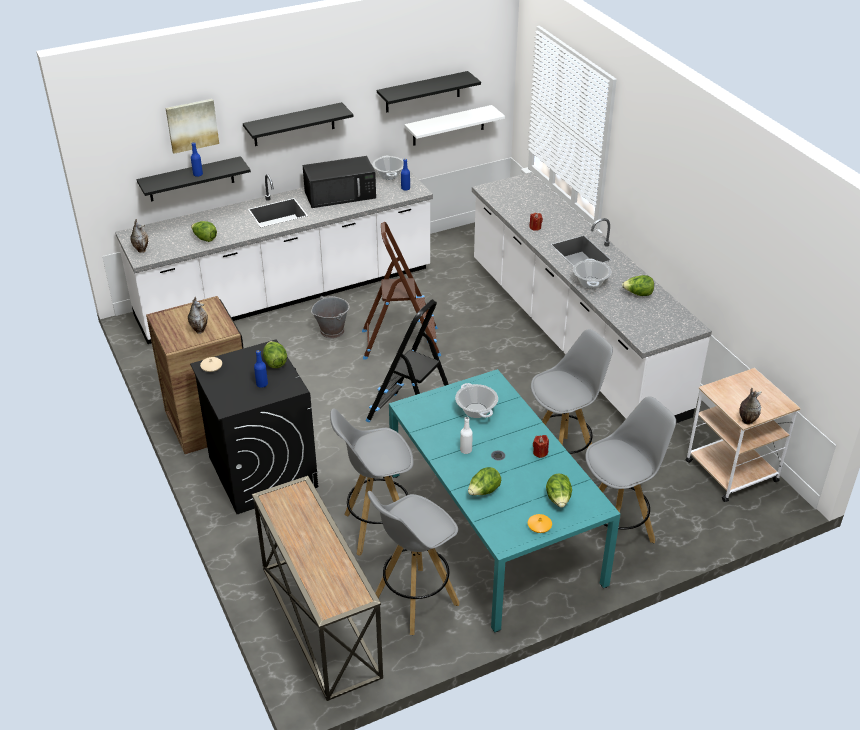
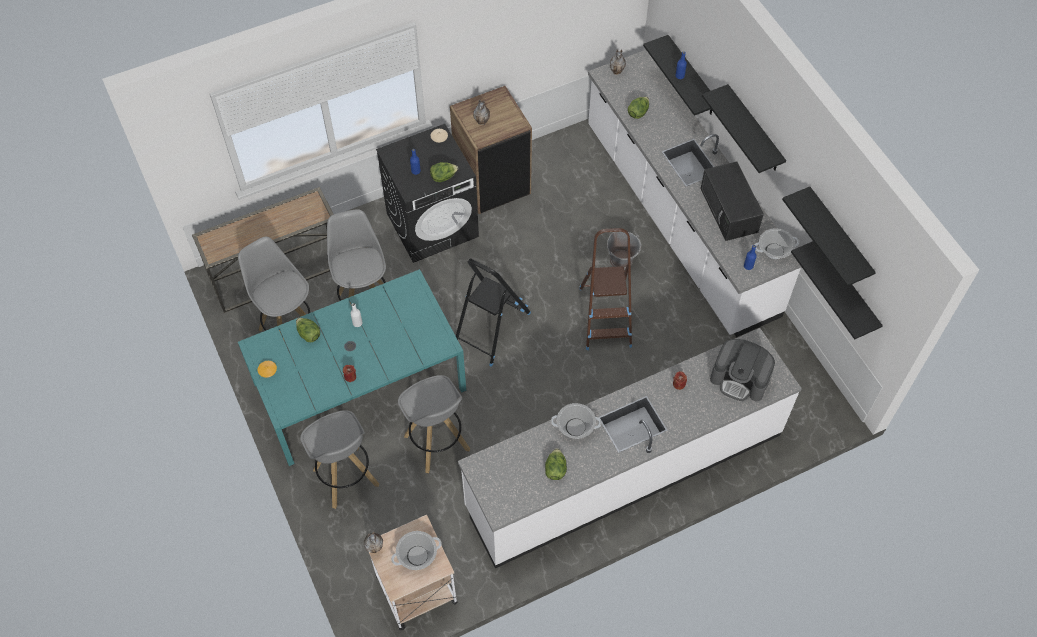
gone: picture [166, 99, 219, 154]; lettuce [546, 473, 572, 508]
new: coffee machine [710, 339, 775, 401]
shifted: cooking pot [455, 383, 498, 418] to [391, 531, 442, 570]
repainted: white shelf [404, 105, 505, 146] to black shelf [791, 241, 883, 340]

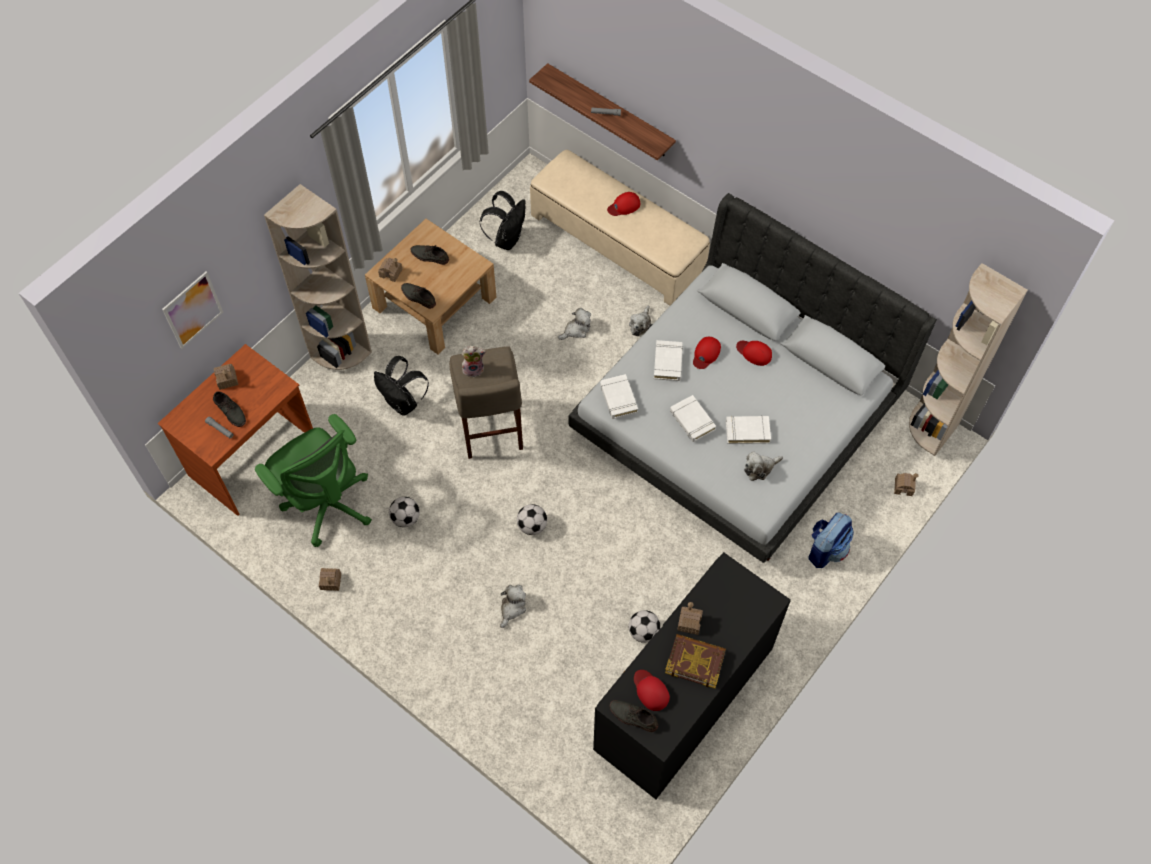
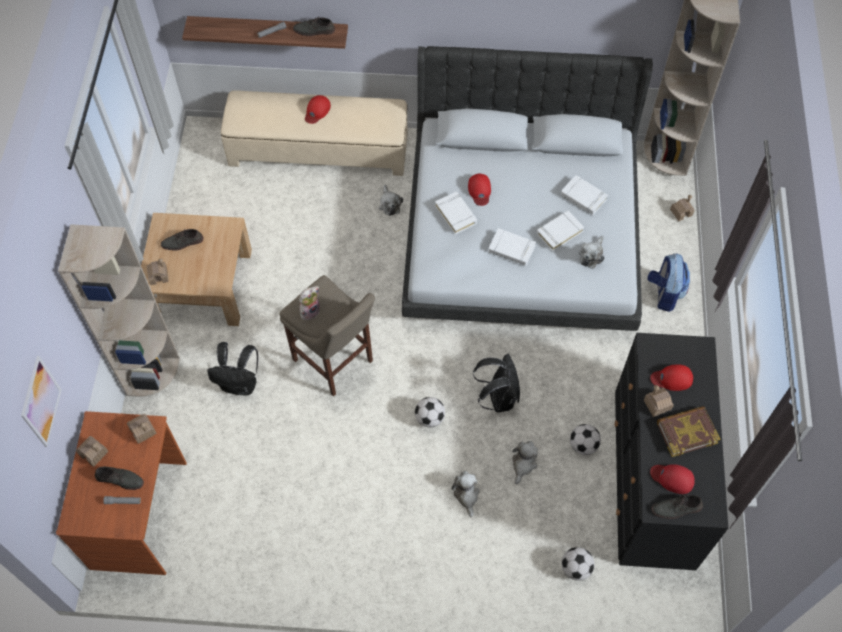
gone: green office chair [255, 414, 372, 547]
shifted: toy house [319, 568, 341, 591] to [127, 414, 157, 444]; football [389, 497, 420, 527] to [562, 547, 594, 581]; grey shoe [401, 283, 436, 309] to [293, 17, 335, 36]; black backpack [480, 191, 525, 250] to [473, 354, 520, 412]; plush toy [558, 308, 591, 340] to [512, 441, 538, 484]; white book [600, 374, 638, 419] to [561, 175, 608, 215]; red cap [736, 341, 772, 366] to [650, 364, 693, 391]

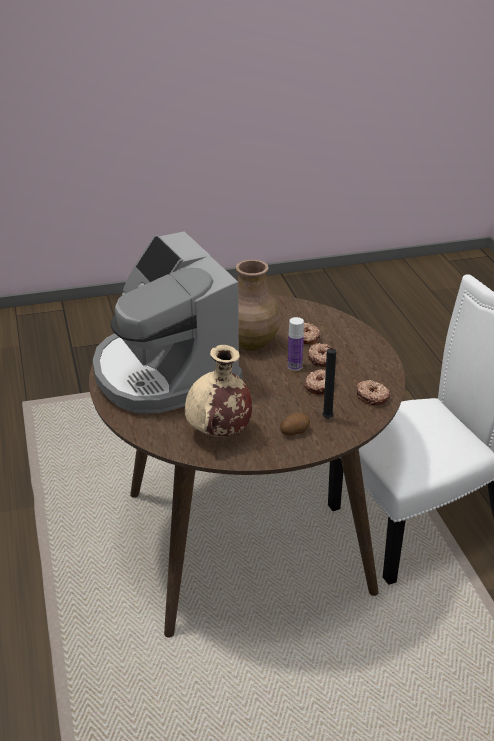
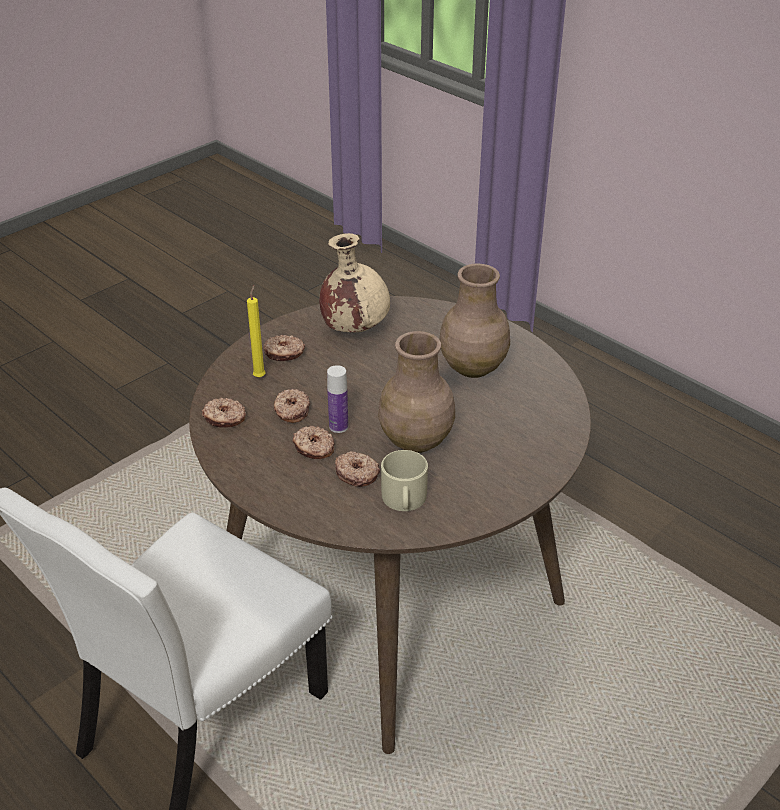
new: beige mug [381, 450, 428, 511]
swapped: coffee machine [93, 231, 242, 414] to brown vase [439, 264, 510, 378]; potato [280, 413, 310, 435] to donut [264, 335, 305, 361]
repainted: black candle [322, 346, 336, 419] to yellow candle [247, 285, 266, 378]

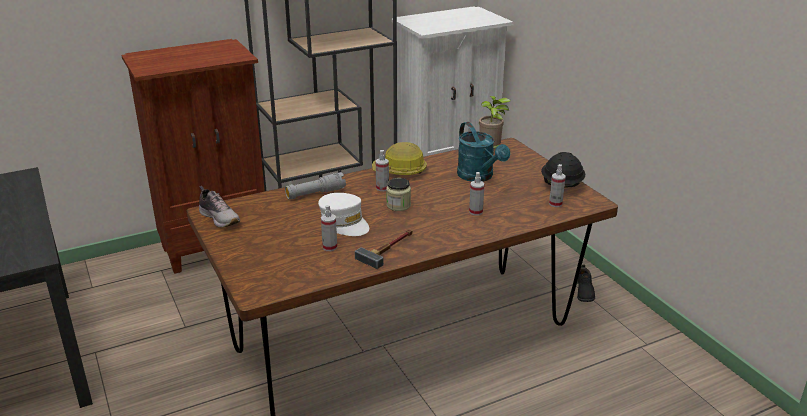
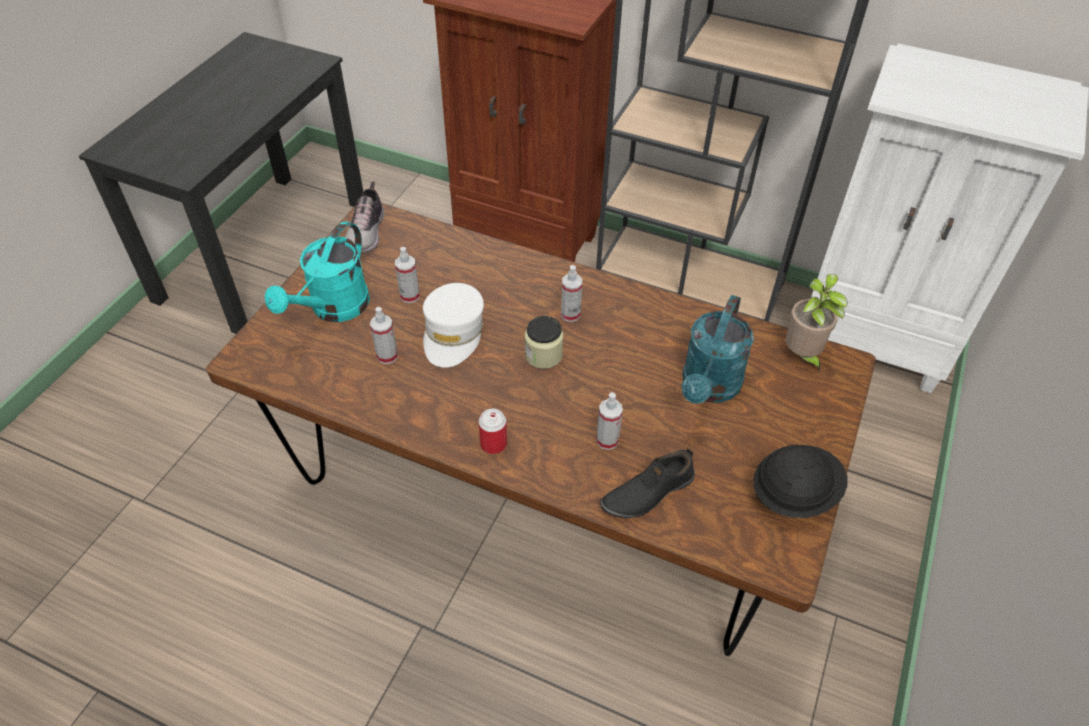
gone: grey flashlight [285, 172, 346, 199]; hammer [355, 229, 413, 269]; hard hat [372, 142, 427, 175]
new: turquoise watering can [265, 221, 370, 322]; can [479, 409, 507, 454]
shifted: spray bottle [549, 164, 566, 207] to [395, 247, 420, 303]; black shoe [577, 265, 595, 302] to [600, 448, 695, 518]

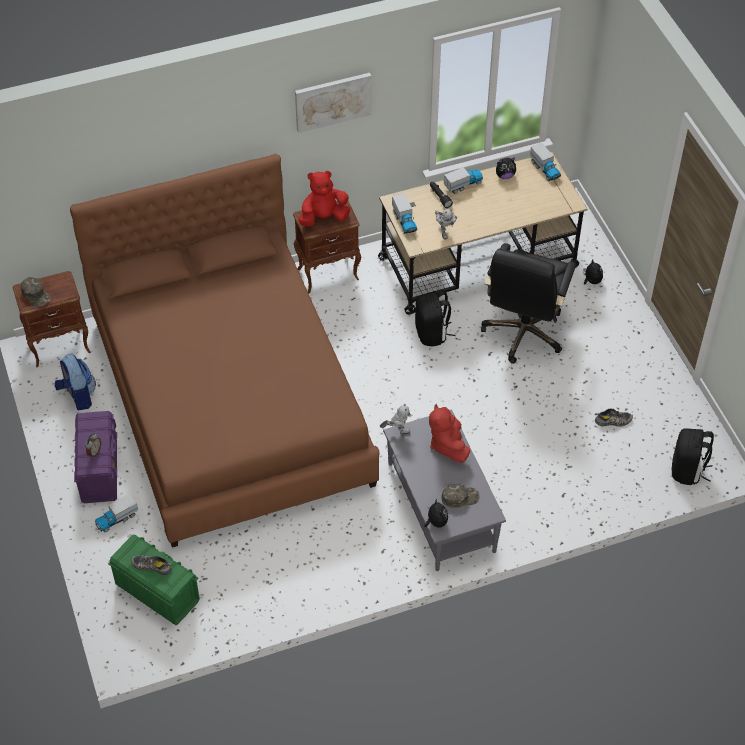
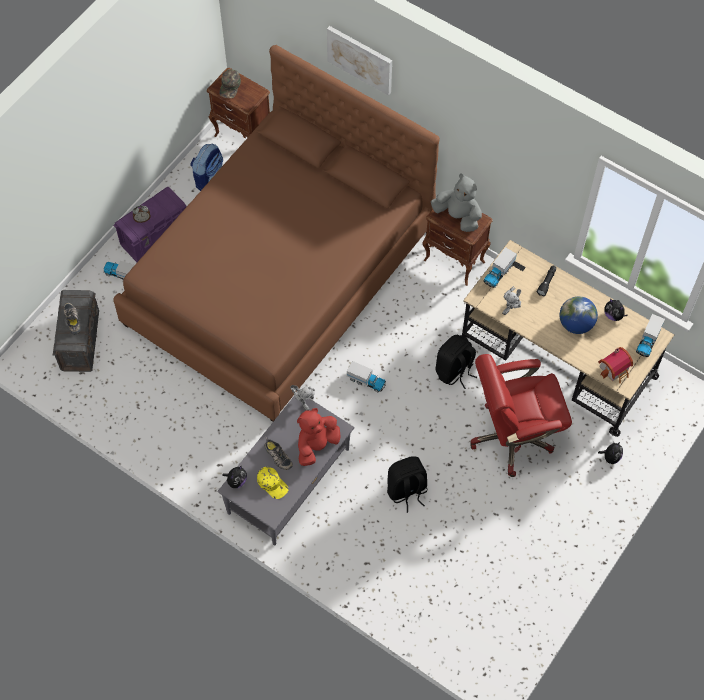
new: globe [559, 296, 598, 334]; toy house [598, 347, 633, 383]
shifted: picture [295, 73, 371, 133] to [327, 26, 392, 96]; toy truck [444, 167, 483, 194] to [347, 361, 386, 392]; shoe [595, 408, 633, 427] to [264, 436, 293, 470]; black backpack [671, 428, 714, 485] to [387, 456, 428, 513]
repainted: green storage box [108, 534, 200, 625] to grey storage box [53, 290, 99, 372]; red plush toy [298, 171, 350, 226] to grey plush toy [431, 173, 482, 232]; green cap [441, 484, 480, 508] to yellow cap [257, 467, 288, 499]; black office chair [481, 243, 576, 364] to red office chair [471, 354, 572, 477]

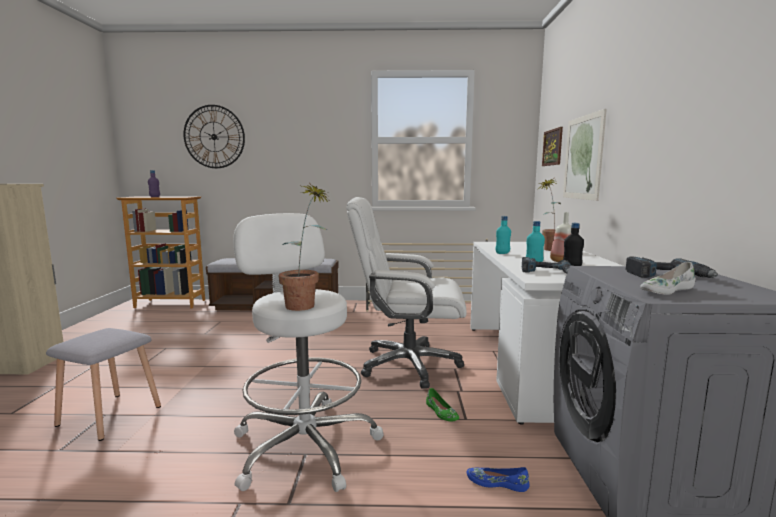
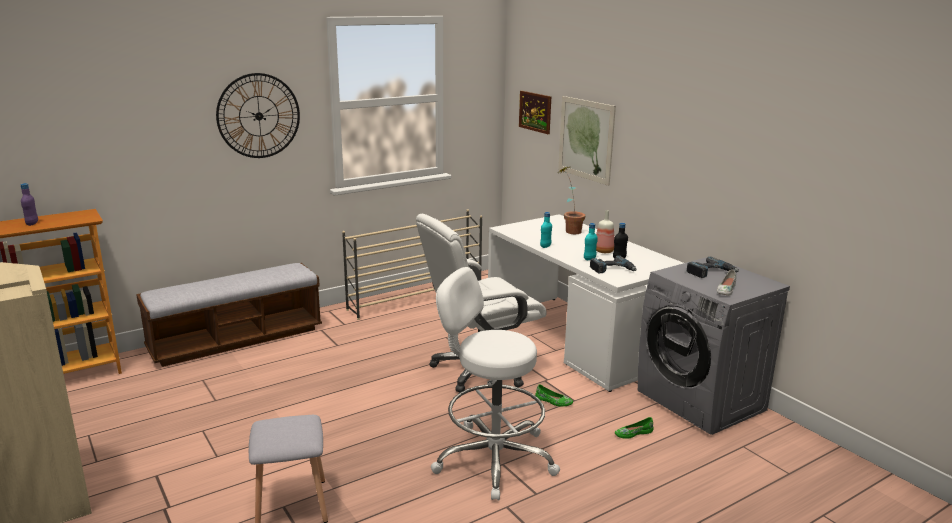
gone: potted plant [279, 183, 329, 311]
shifted: wall clock [184, 105, 245, 168] to [216, 73, 300, 158]
repainted: blue shoe [467, 467, 530, 492] to green shoe [615, 417, 654, 439]

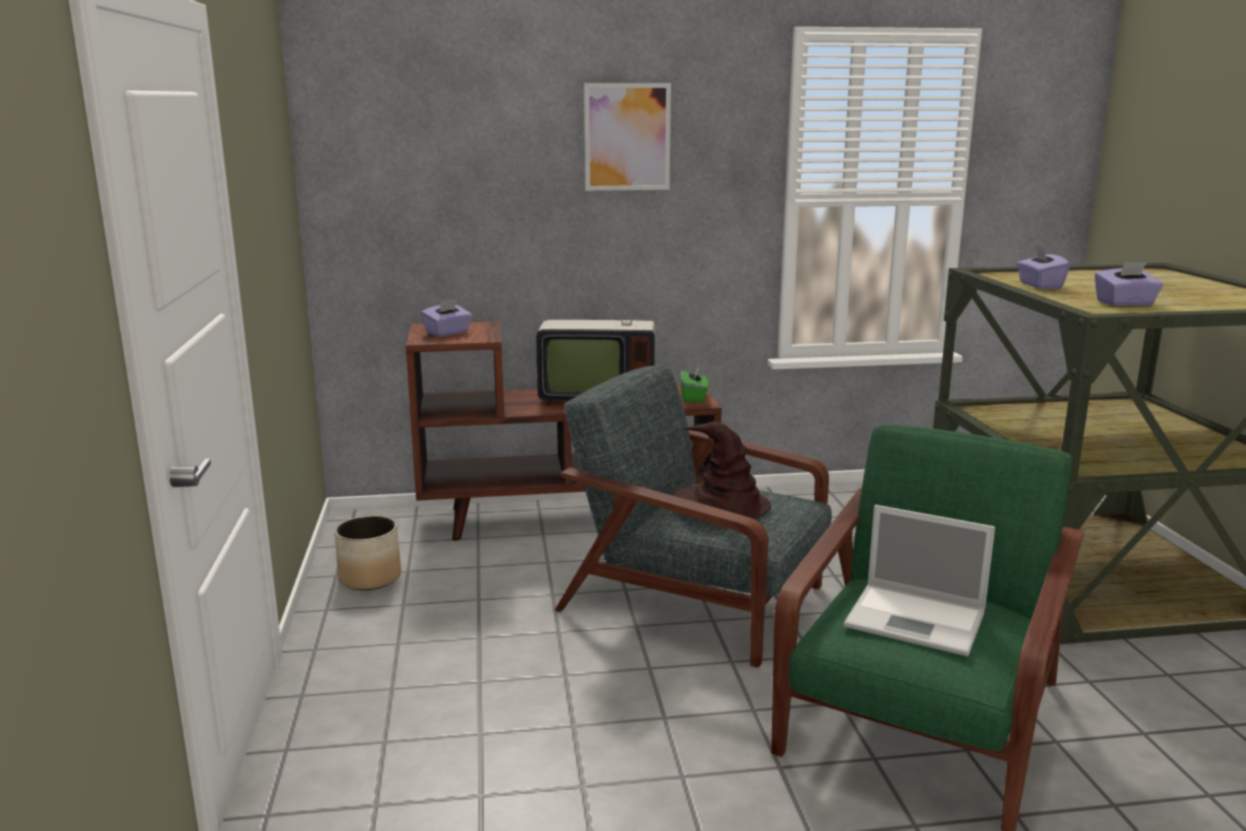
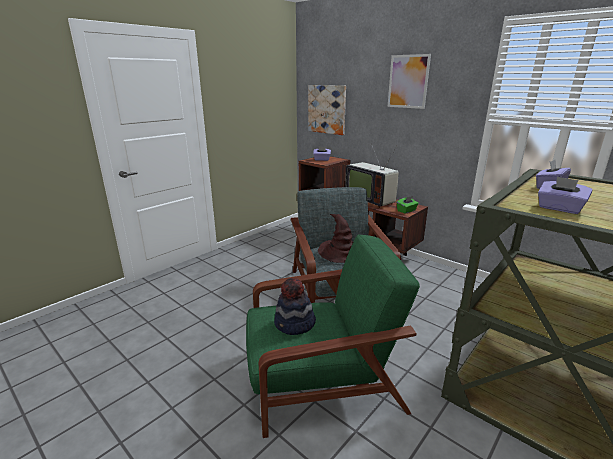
gone: planter [334, 516, 401, 590]
new: picture [308, 85, 346, 135]
swapped: laptop [844, 505, 995, 656] to hat [274, 278, 316, 335]

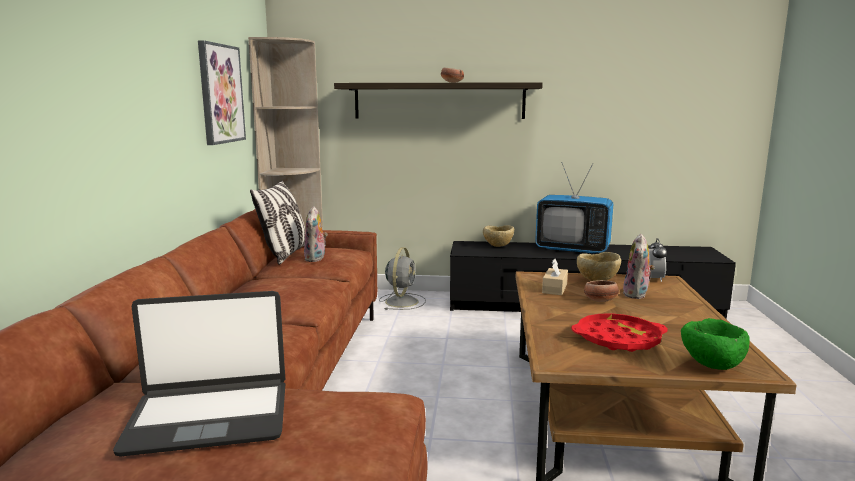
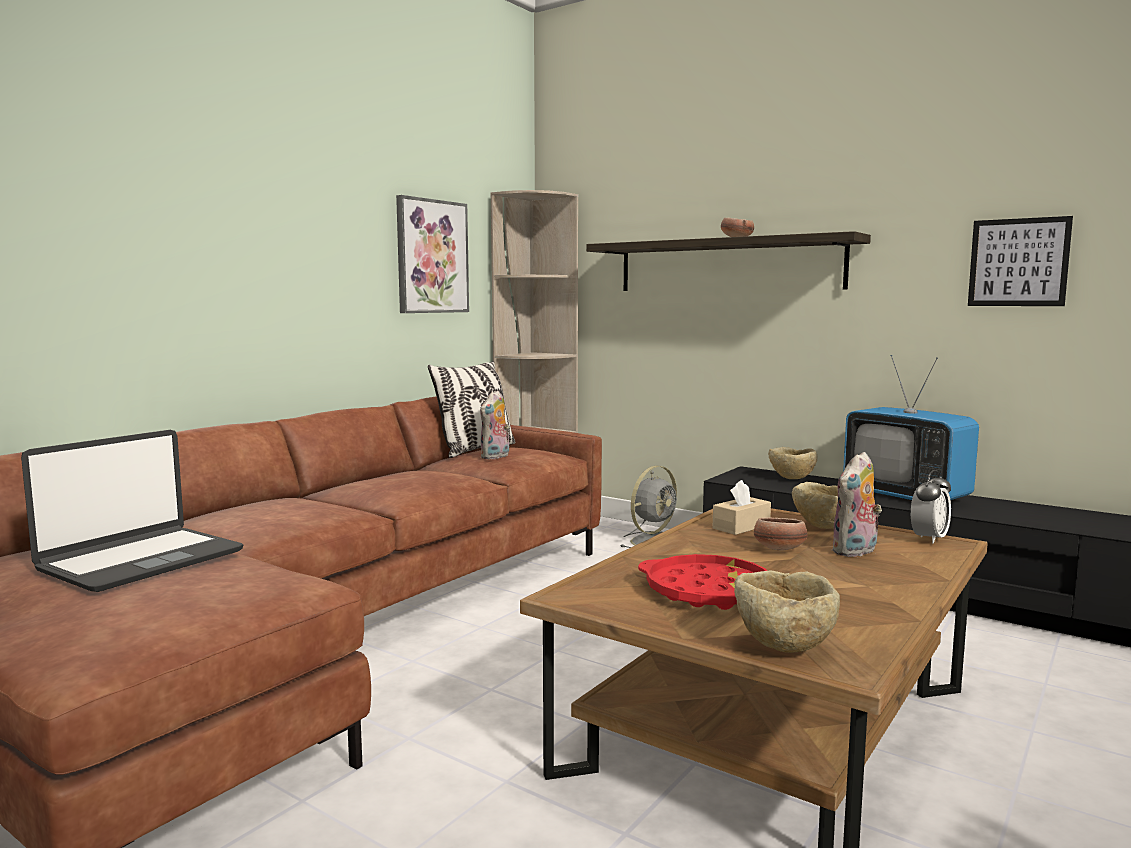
new: picture [968, 216, 1073, 306]
repainted: green bowl [681, 318, 750, 370] to beige bowl [734, 571, 840, 653]
rotated: laptop [113, 291, 285, 457] = [21, 430, 243, 592] 75 degrees counterclockwise

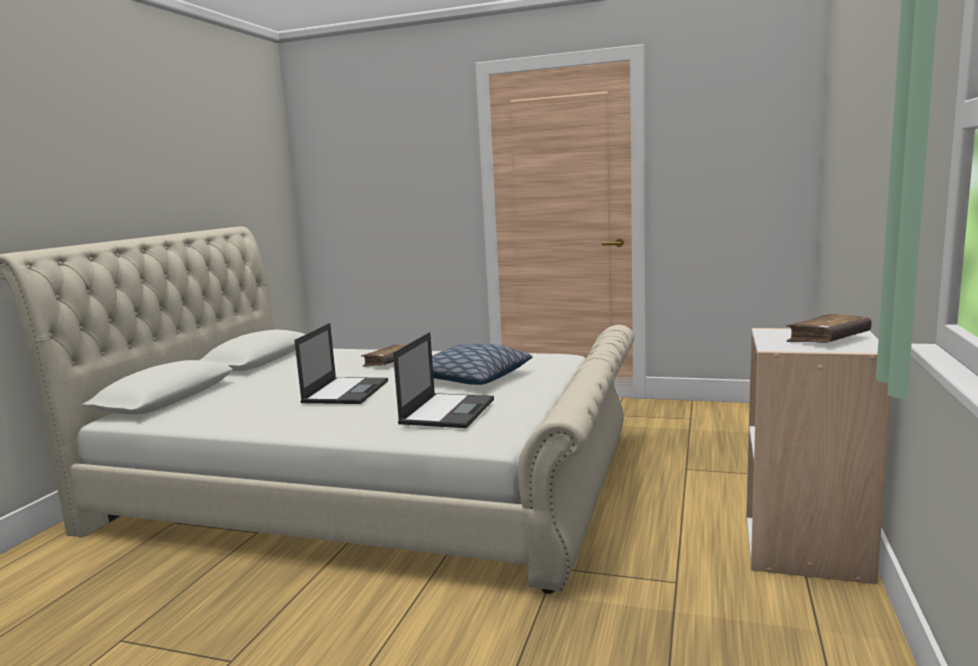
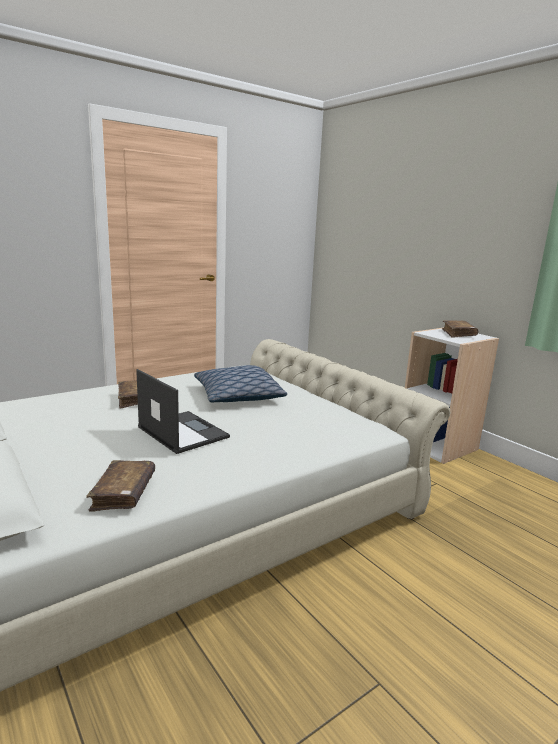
gone: laptop [393, 332, 494, 428]
new: brown book [86, 460, 155, 512]

